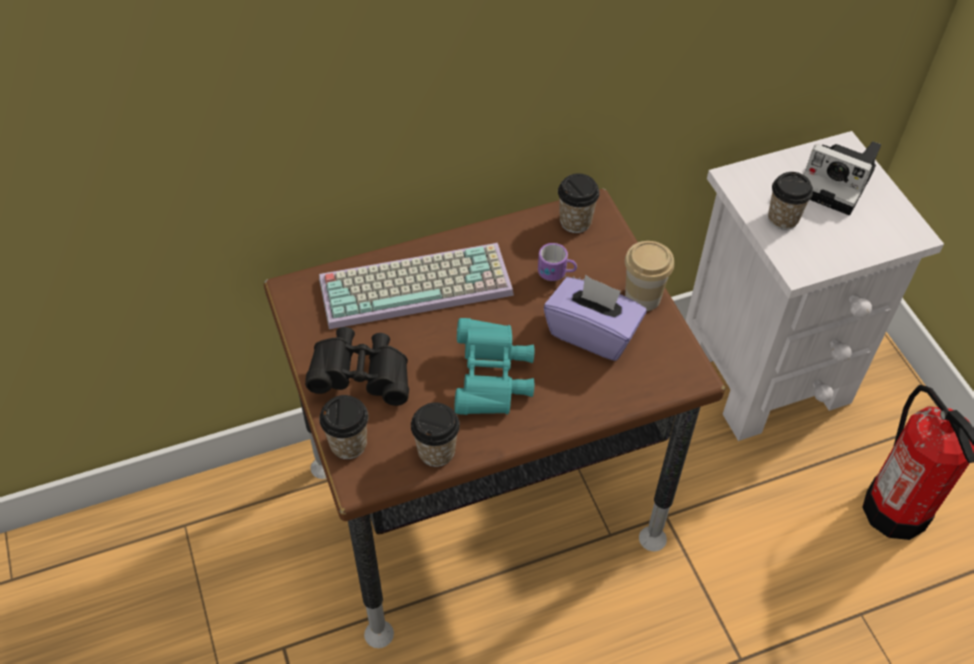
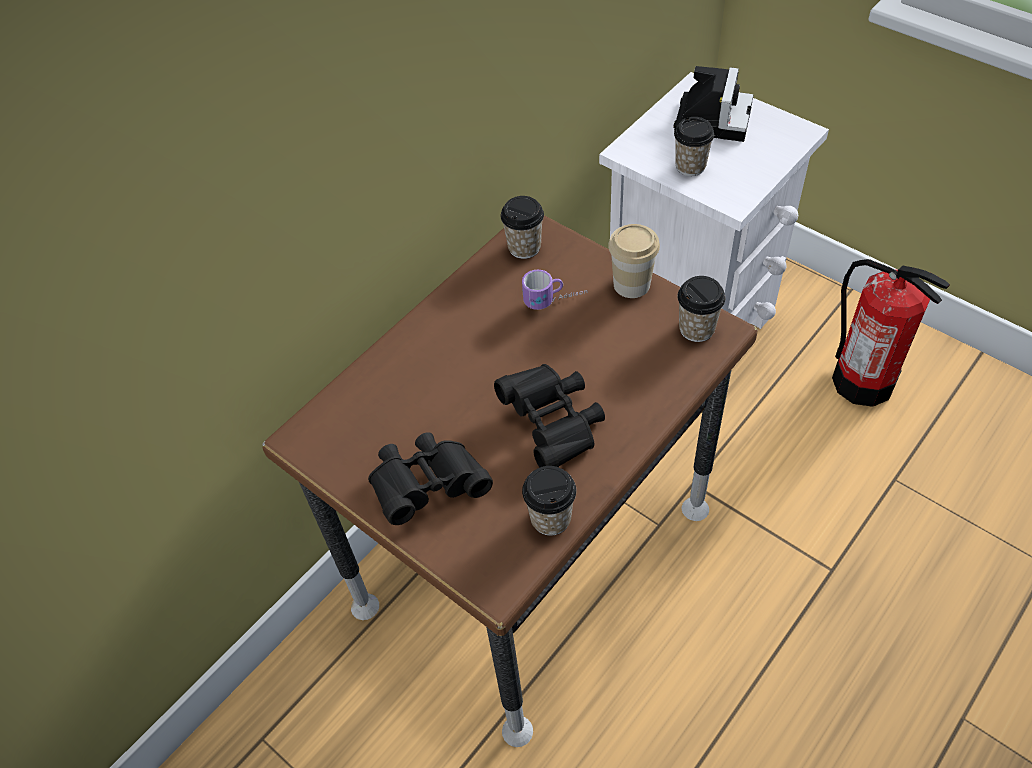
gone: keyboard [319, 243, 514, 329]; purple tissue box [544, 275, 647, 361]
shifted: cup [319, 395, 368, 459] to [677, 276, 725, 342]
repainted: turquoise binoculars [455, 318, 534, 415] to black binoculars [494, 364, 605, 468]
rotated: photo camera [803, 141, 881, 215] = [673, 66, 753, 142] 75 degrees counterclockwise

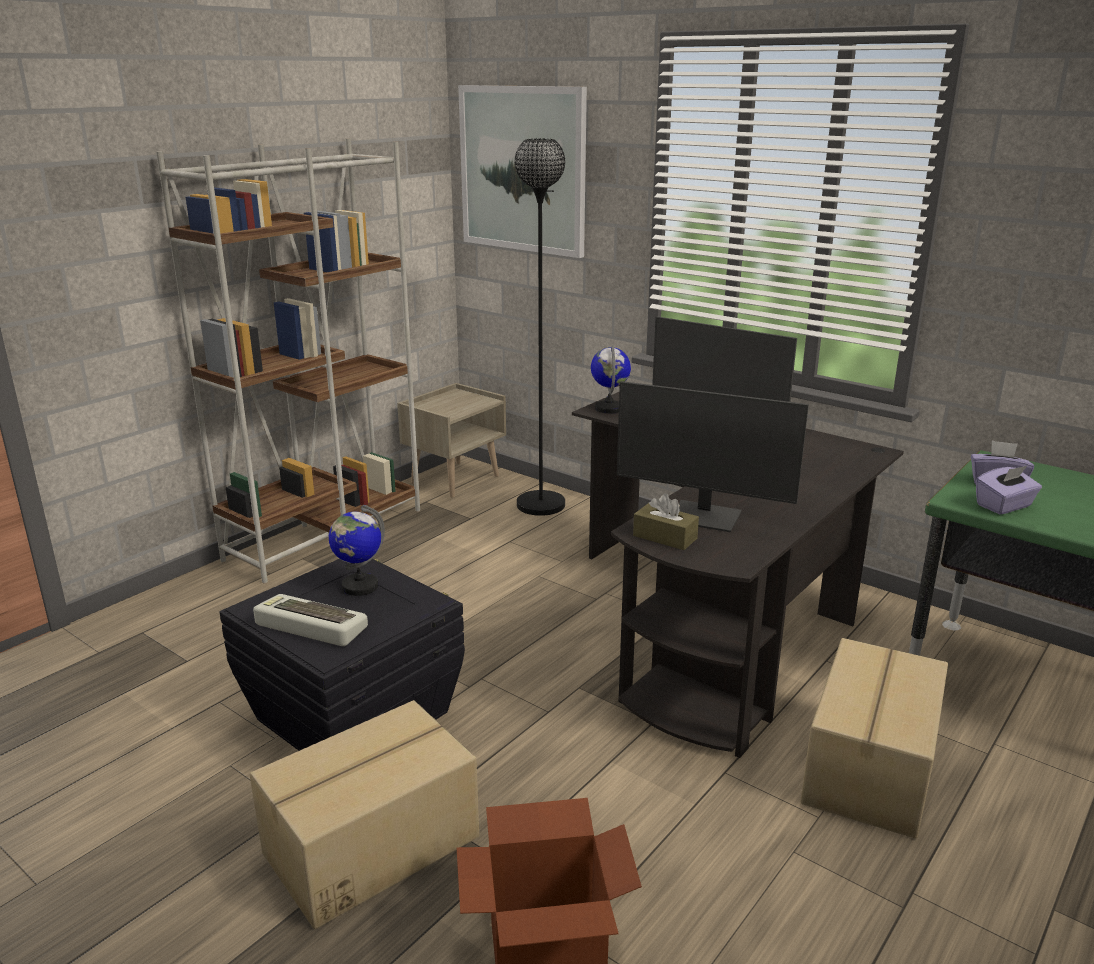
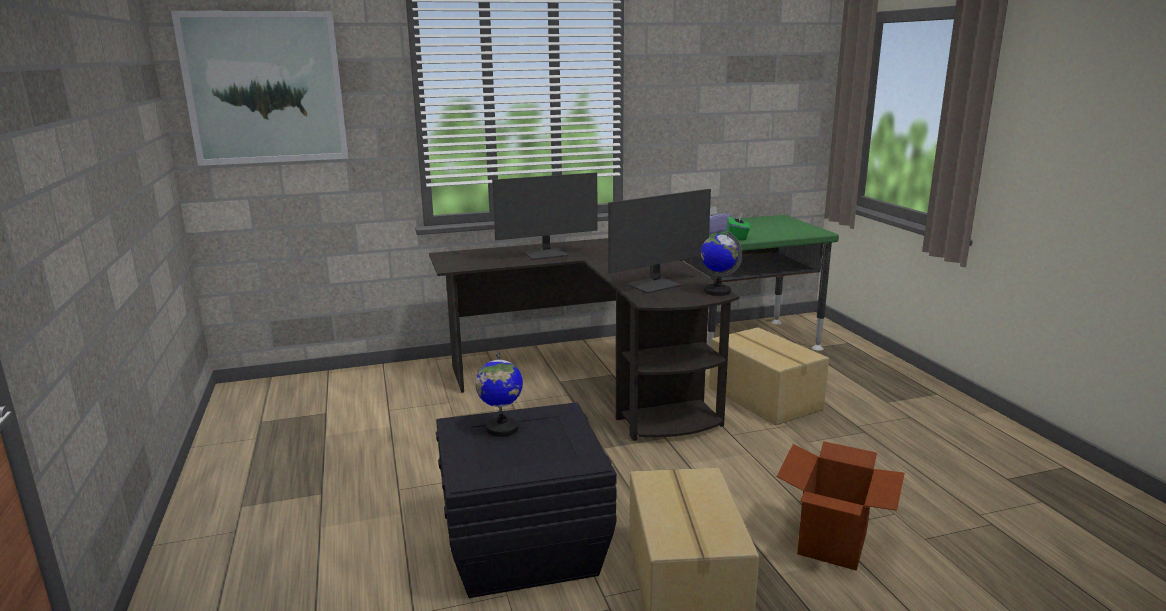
gone: brown bookcase [156, 138, 420, 584]; keyboard [253, 594, 368, 646]; beige nightstand [397, 383, 506, 498]; black floor lamp [515, 138, 565, 516]; brown tissue box [633, 493, 699, 550]
shifted: globe [591, 346, 631, 414] to [701, 231, 743, 296]
repainted: purple tissue box [976, 465, 1042, 515] to green tissue box [727, 213, 750, 240]

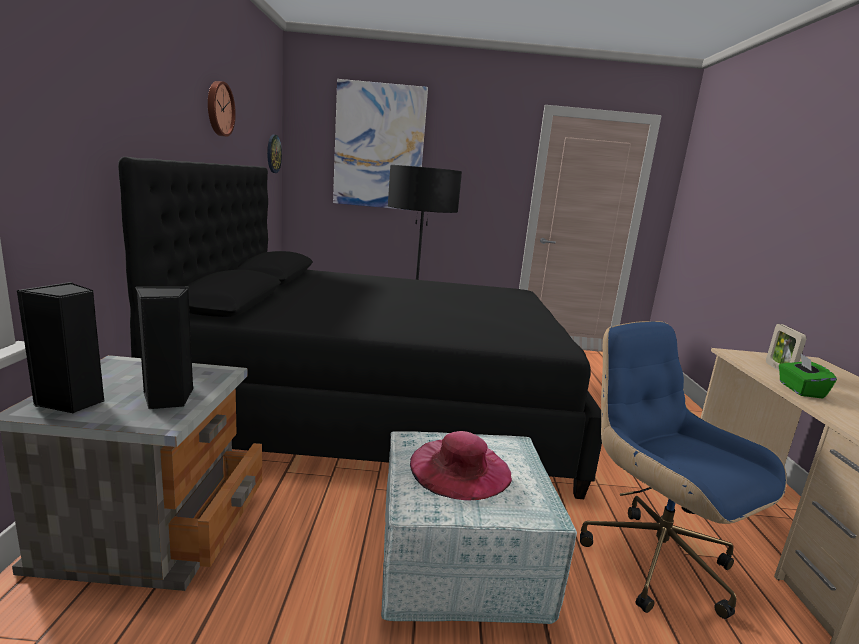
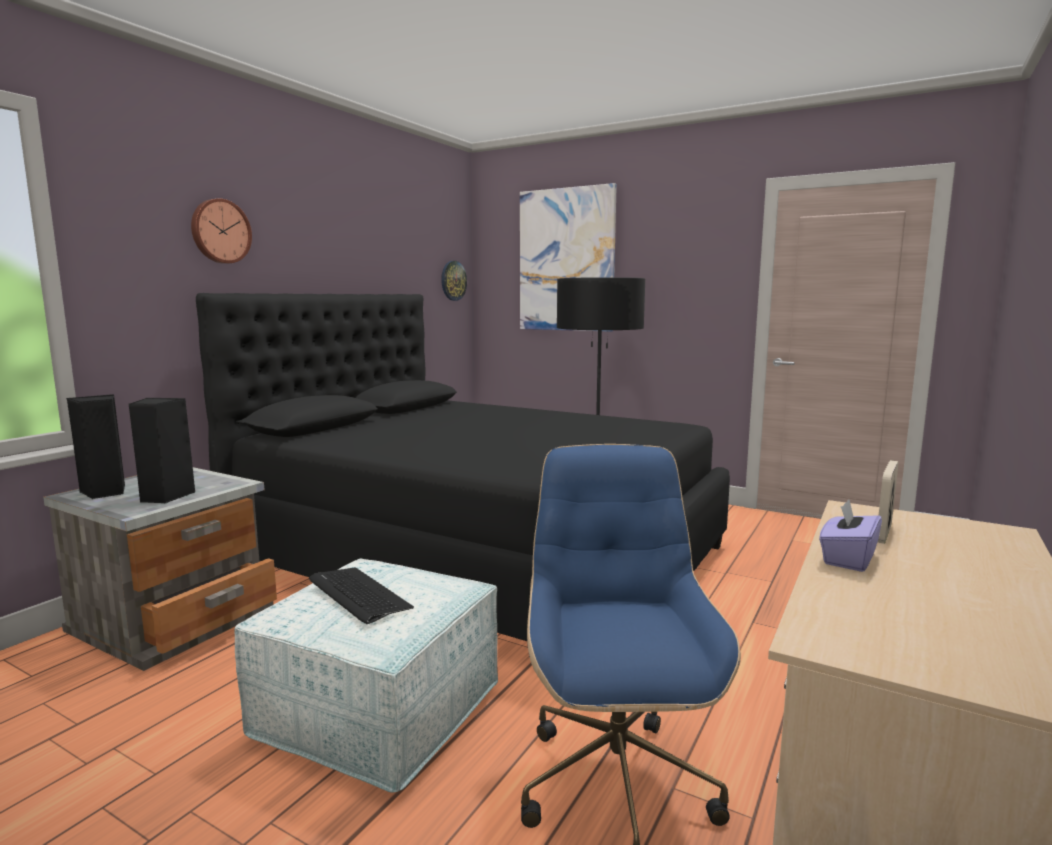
shifted: wall clock [208, 81, 236, 137] to [191, 198, 252, 264]
swapped: pink hat [410, 431, 512, 501] to keyboard [309, 567, 414, 624]
repainted: green tissue box [779, 354, 837, 399] to purple tissue box [819, 499, 882, 572]

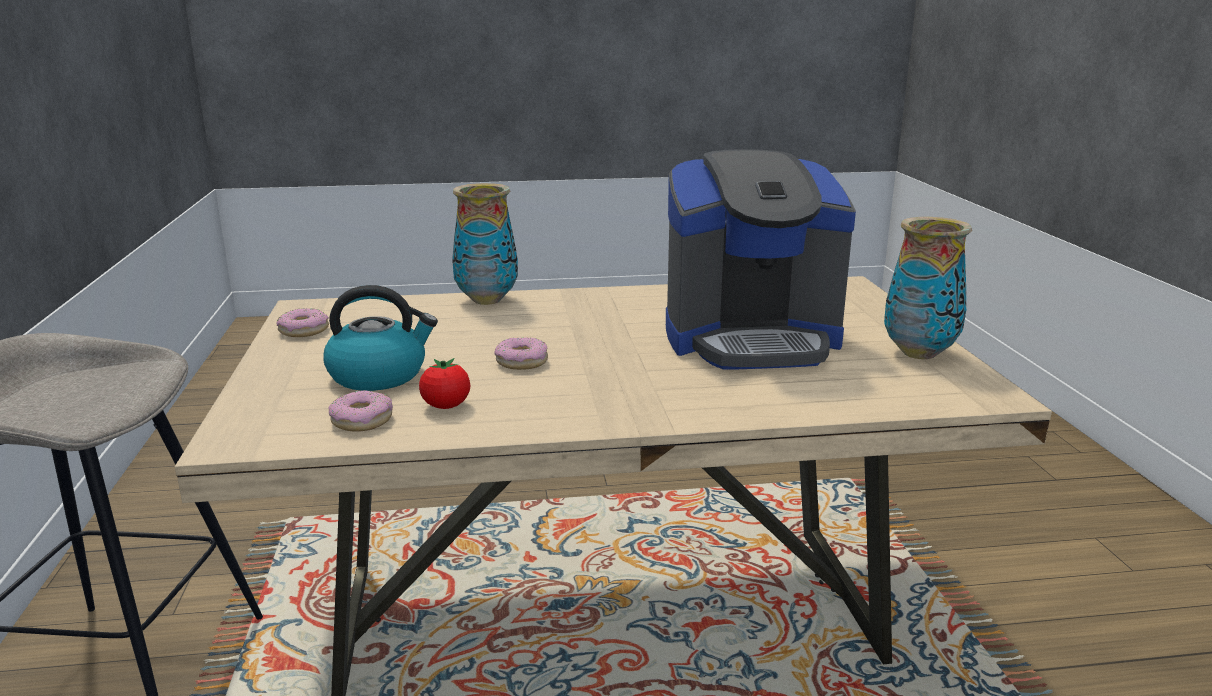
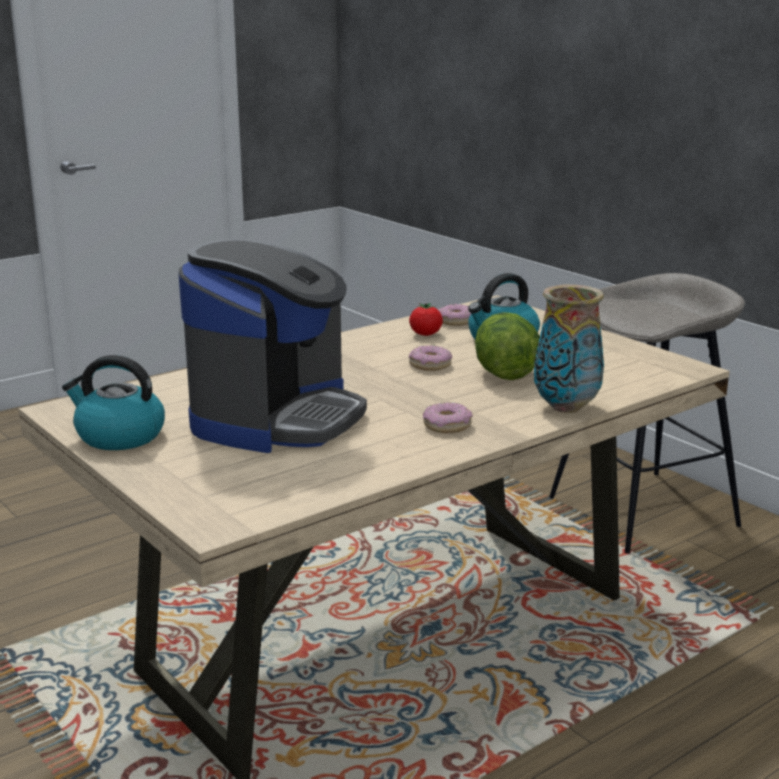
new: lettuce [475, 312, 540, 380]
shifted: donut [277, 308, 329, 337] to [423, 403, 473, 433]
swapped: vase [884, 217, 972, 359] to kettle [62, 355, 165, 450]
rotated: coffee machine [666, 149, 856, 370] = [178, 239, 367, 453] 150 degrees clockwise

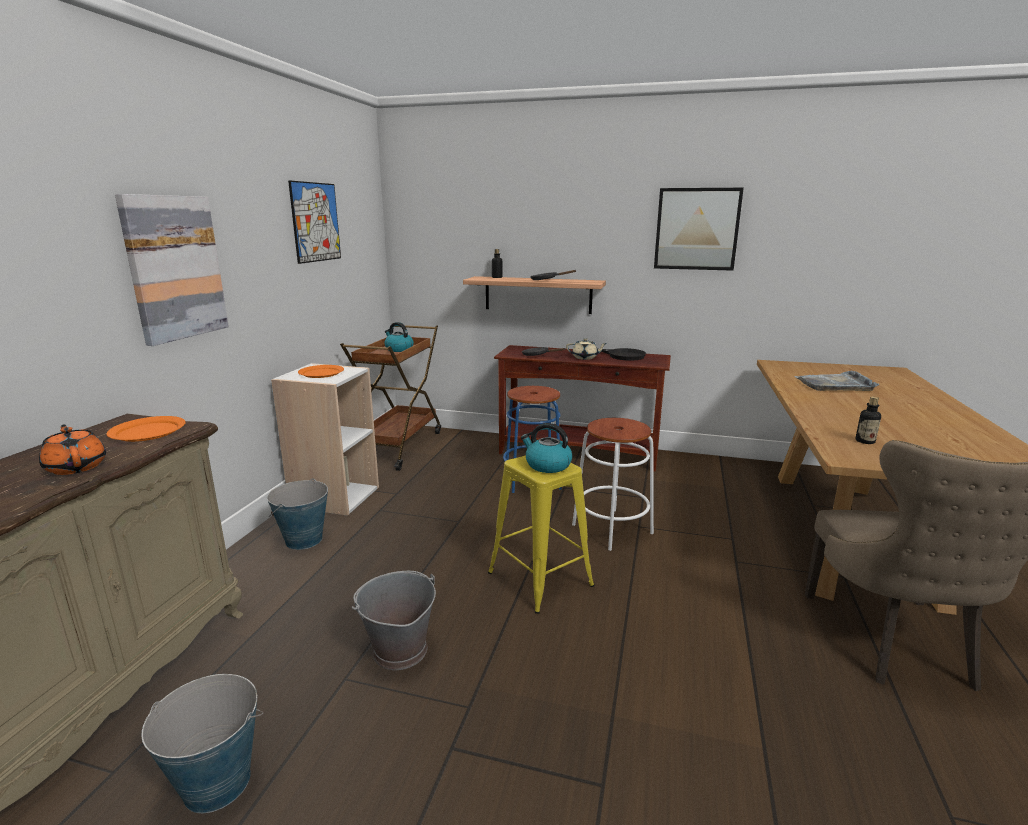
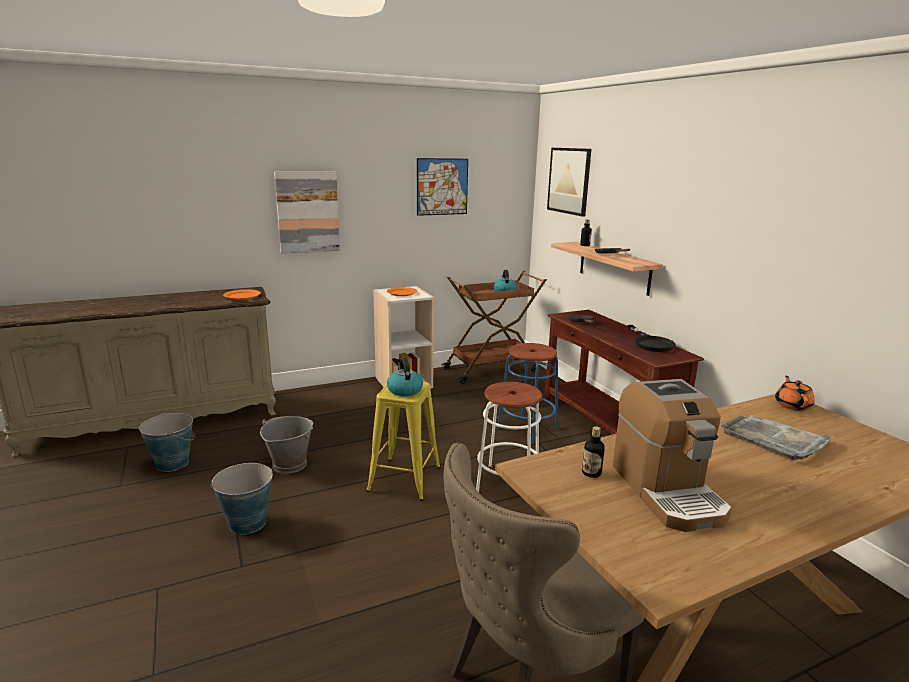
gone: beige teapot [566, 338, 607, 360]
new: coffee machine [613, 379, 732, 532]
shifted: orange teapot [39, 424, 106, 475] to [775, 375, 815, 411]; bucket [267, 478, 328, 550] to [210, 463, 273, 535]; picture [654, 188, 744, 271] to [547, 148, 591, 217]

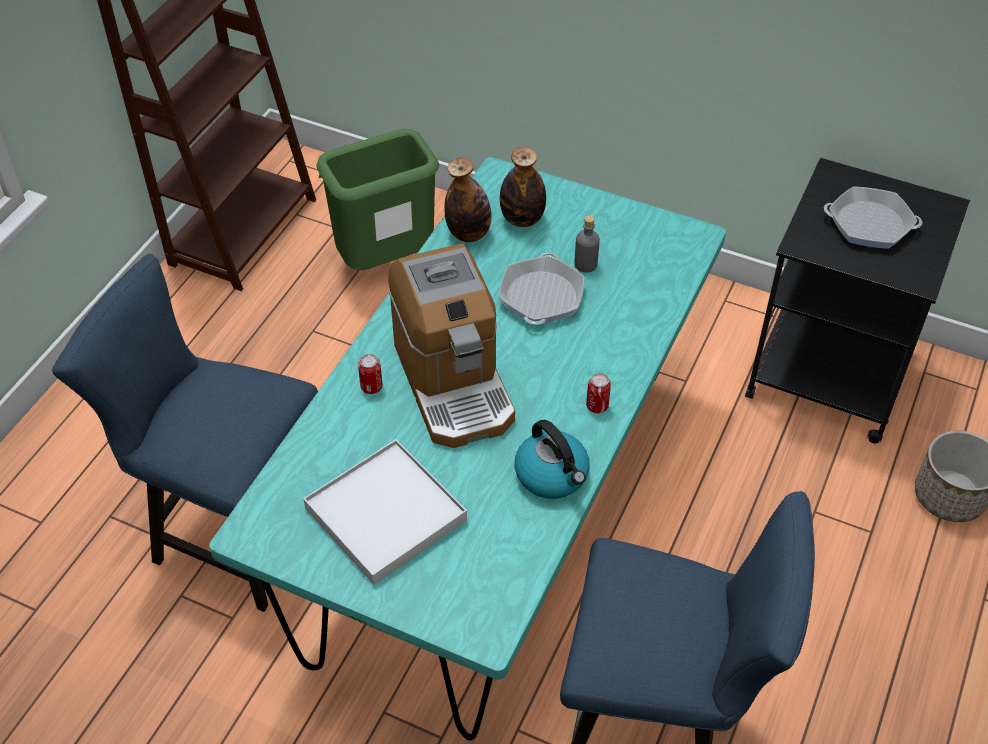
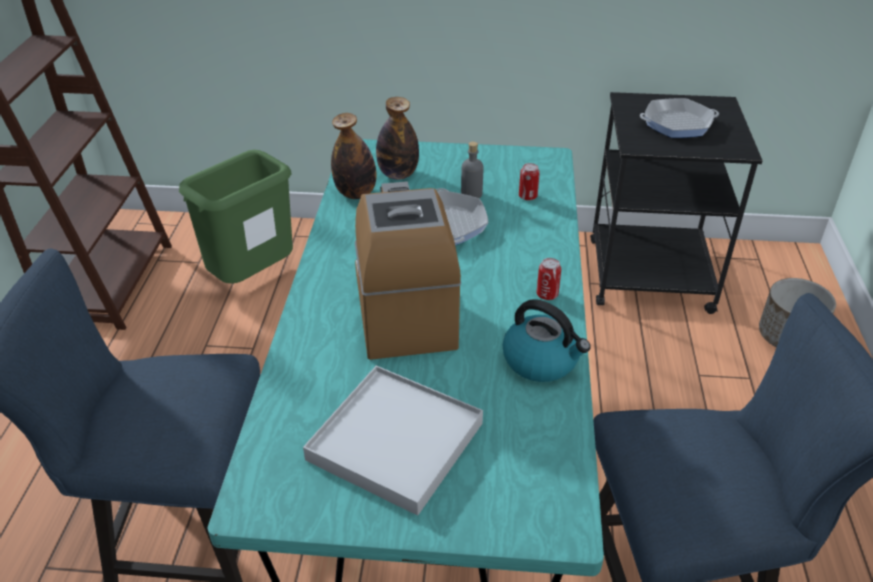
shifted: can [358, 354, 383, 394] to [519, 163, 540, 201]
rotated: coffee machine [388, 243, 515, 448] = [355, 182, 461, 360] 150 degrees counterclockwise

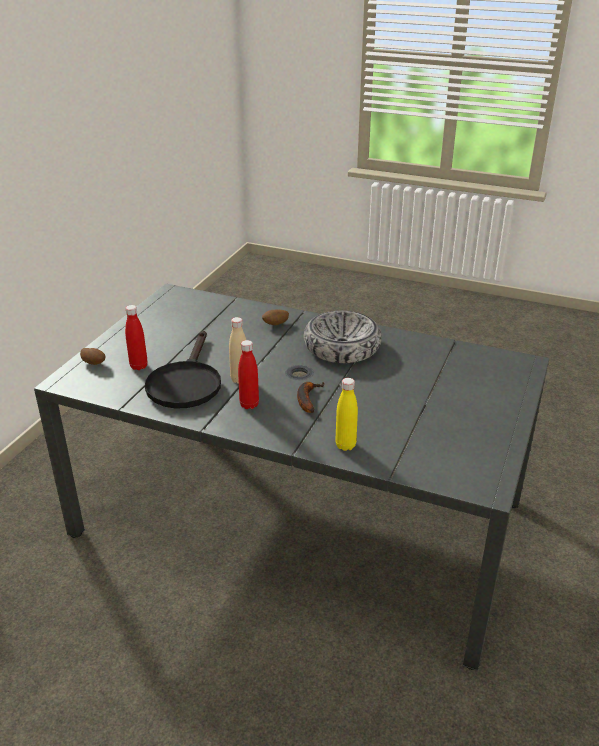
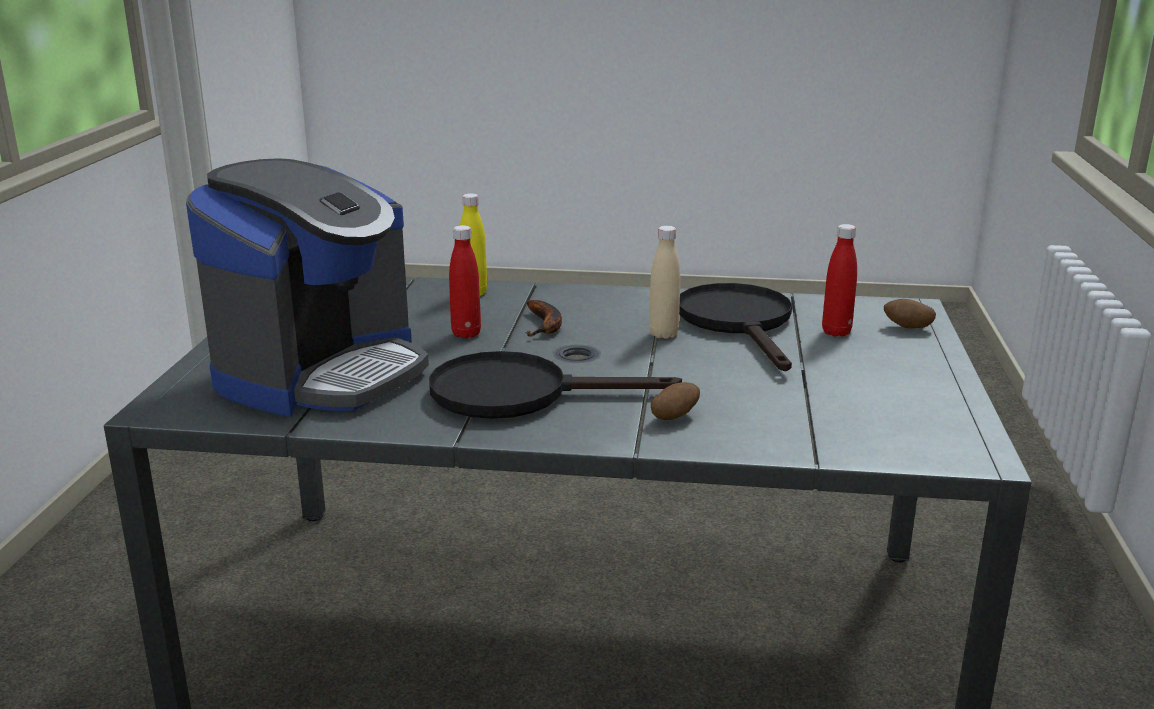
new: coffee machine [186, 158, 429, 417]
shifted: red bottle [238, 340, 259, 409] to [449, 225, 481, 338]
swapped: bowl [303, 311, 382, 363] to black frying pan [429, 351, 682, 419]

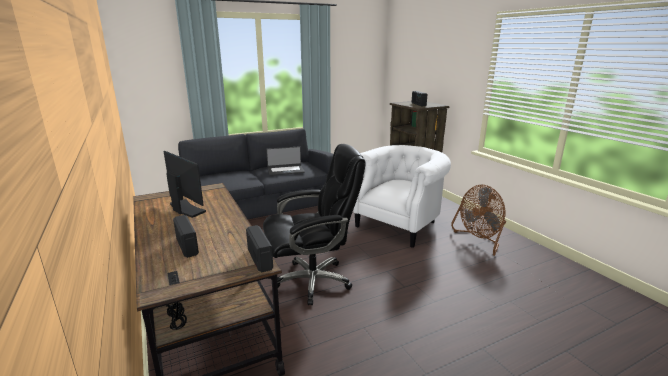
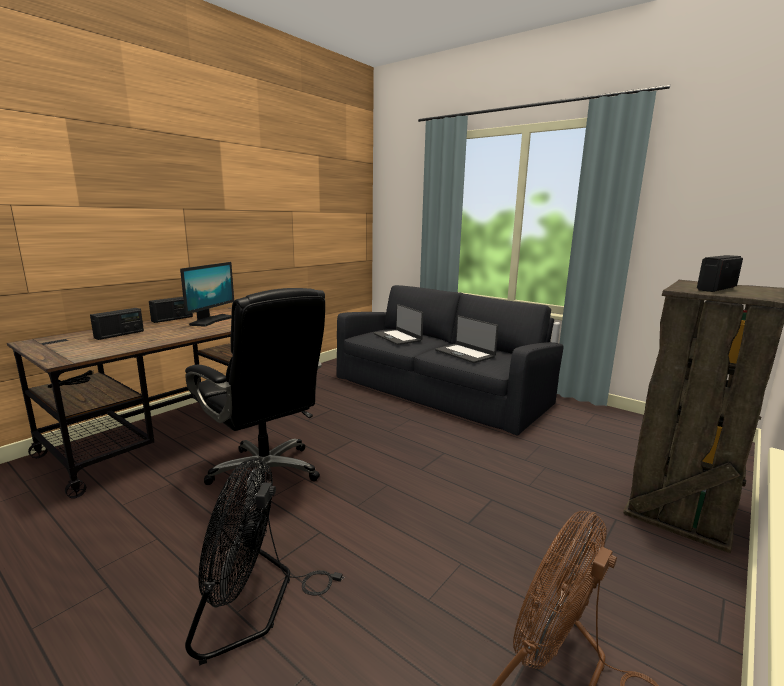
gone: white armchair [354, 145, 451, 248]
new: black fan [185, 458, 344, 666]; laptop [374, 304, 423, 345]
shifted: radio [246, 225, 273, 272] to [149, 297, 193, 323]

